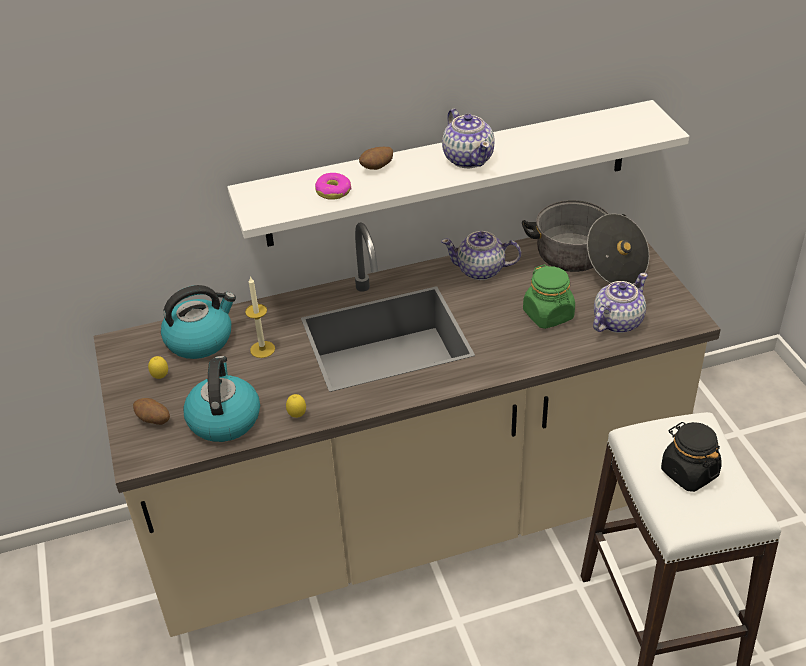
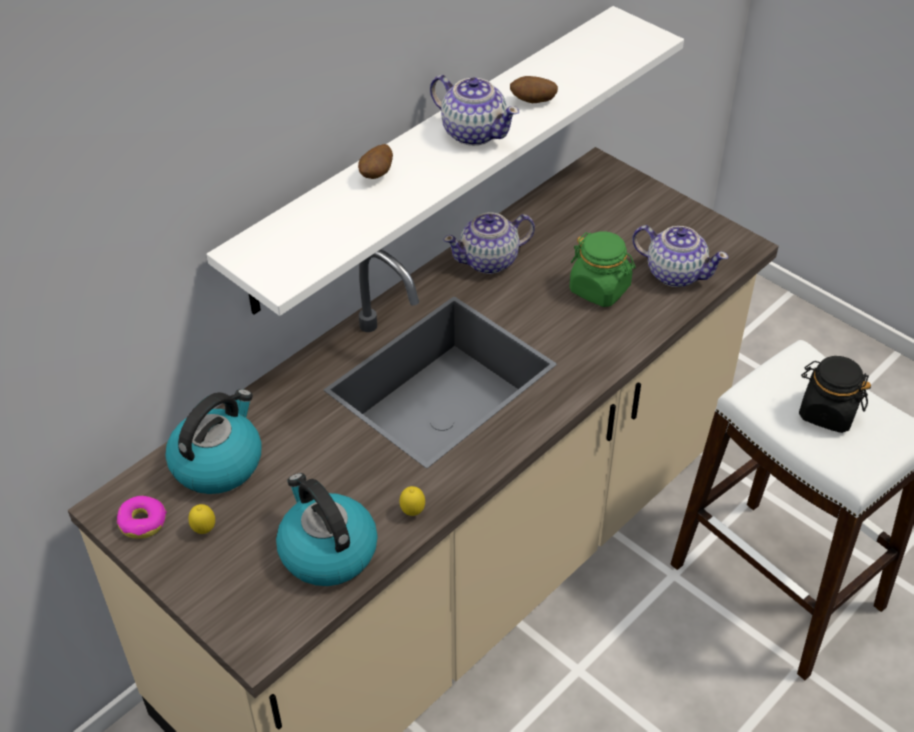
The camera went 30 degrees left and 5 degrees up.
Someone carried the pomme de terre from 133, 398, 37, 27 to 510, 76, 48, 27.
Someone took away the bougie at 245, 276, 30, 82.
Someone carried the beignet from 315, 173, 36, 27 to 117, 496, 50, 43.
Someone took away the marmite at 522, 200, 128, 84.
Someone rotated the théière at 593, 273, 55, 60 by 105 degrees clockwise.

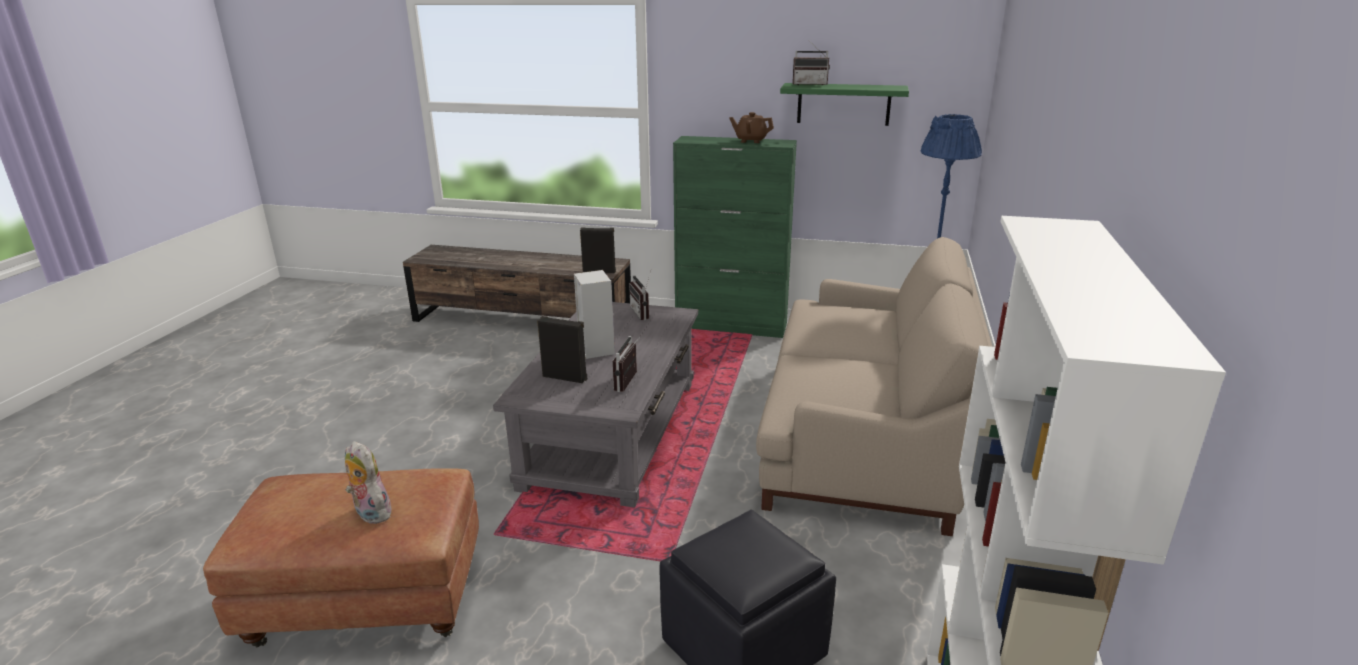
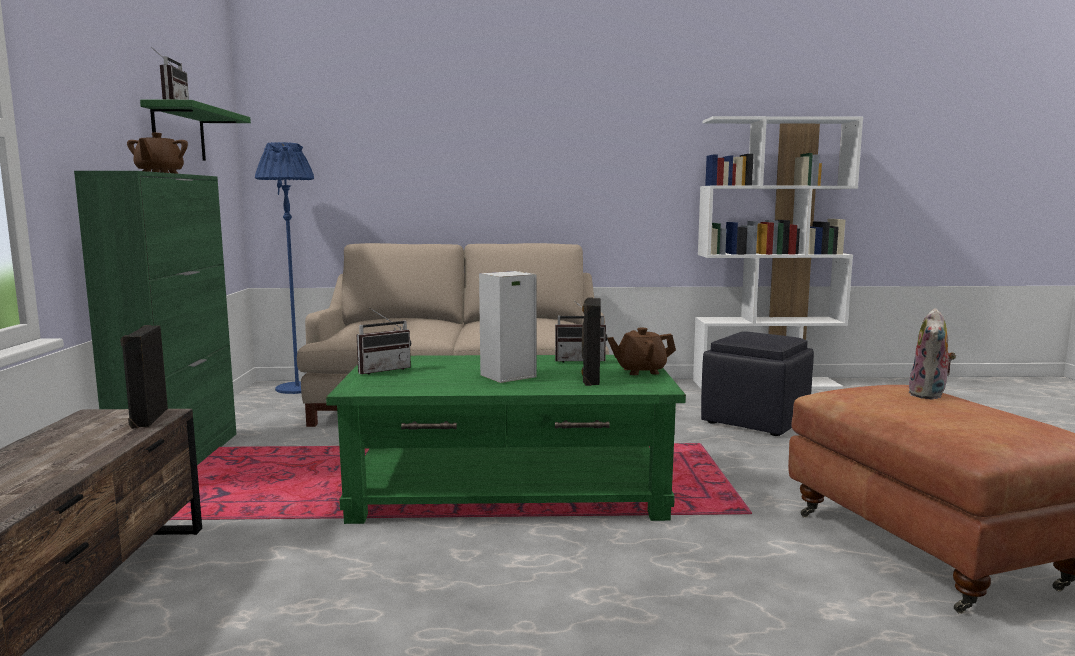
The camera went 105 degrees left and 15 degrees down.
Someone repainted the table basse [gris] at 493, 302, 205, 206, which became the table basse [vert] at 326, 355, 360, 169.
Someone put down the théière [marron] at 607, 328, 69, 47.

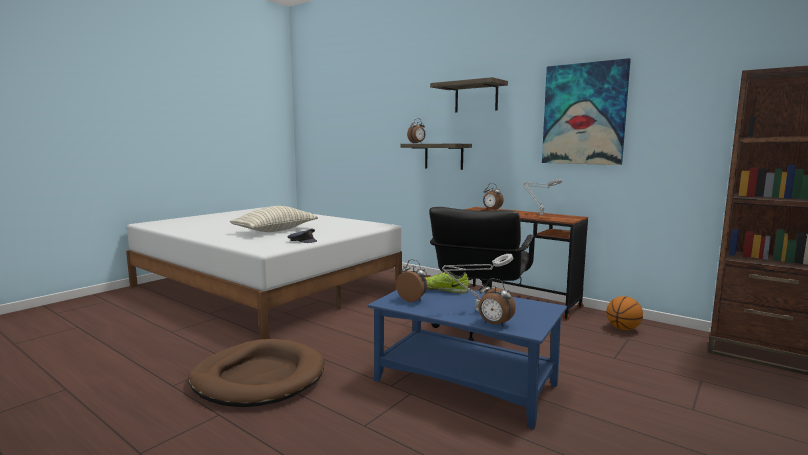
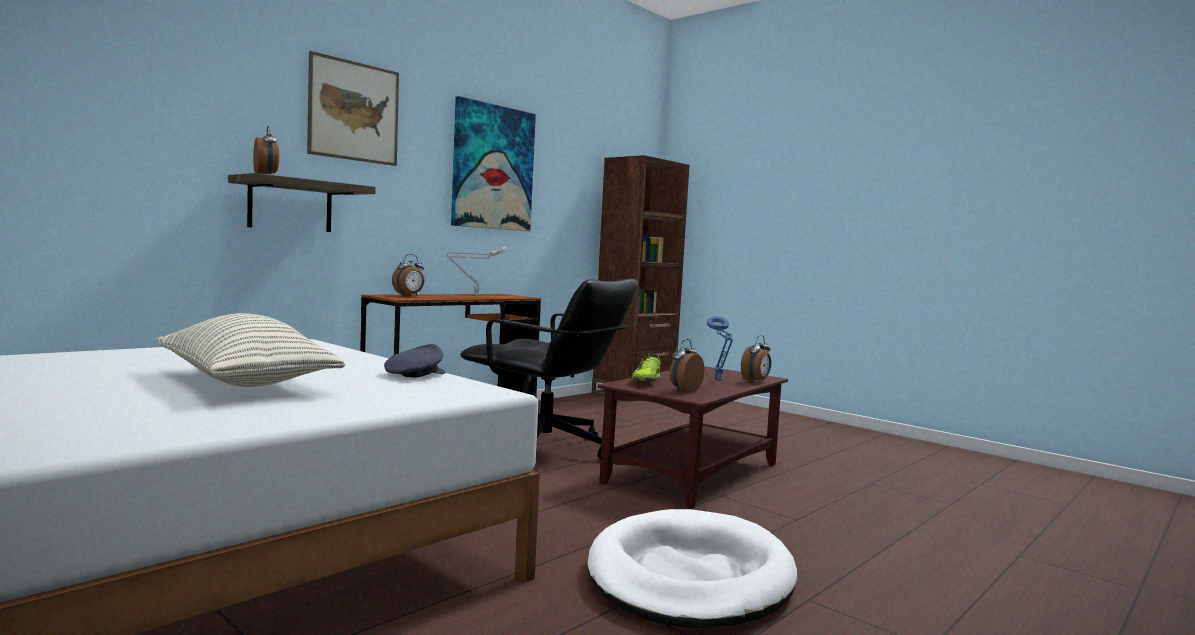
The camera went 85 degrees left and 5 degrees down.
Someone repainted the panier pour chien [marron] at 188, 339, 137, 68, which became the panier pour chien [blanc] at 587, 509, 210, 119.
Someone repainted the table basse [bleu] at 368, 289, 199, 140, which became the table basse [marron] at 598, 366, 190, 143.
Someone swapped the étagère at 430, 77, 78, 35 for the tableau at 307, 51, 92, 115.
Someone repainted the lampe de table [gris] at 442, 254, 71, 58, which became the lampe de table [bleu] at 707, 316, 26, 65.
Someone took away the ballon de basket at 606, 296, 37, 34.

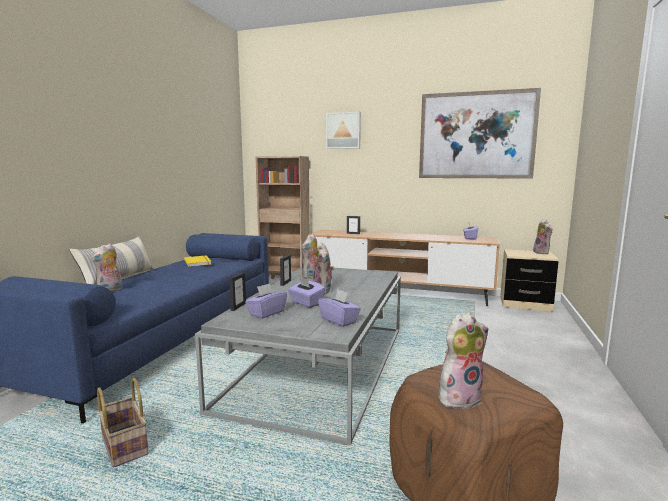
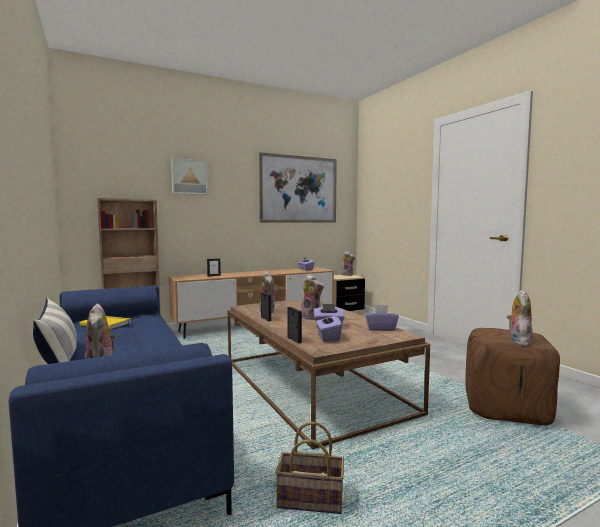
The camera went 45 degrees left and 5 degrees down.
Someone repainted the table basse [gris] at 195, 267, 206, 178, which became the table basse [marron] at 228, 299, 202, 151.

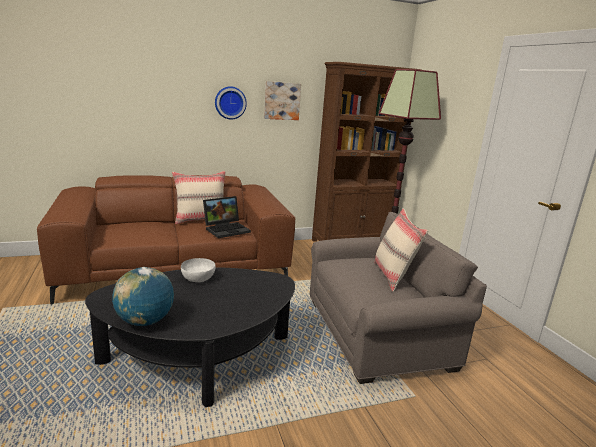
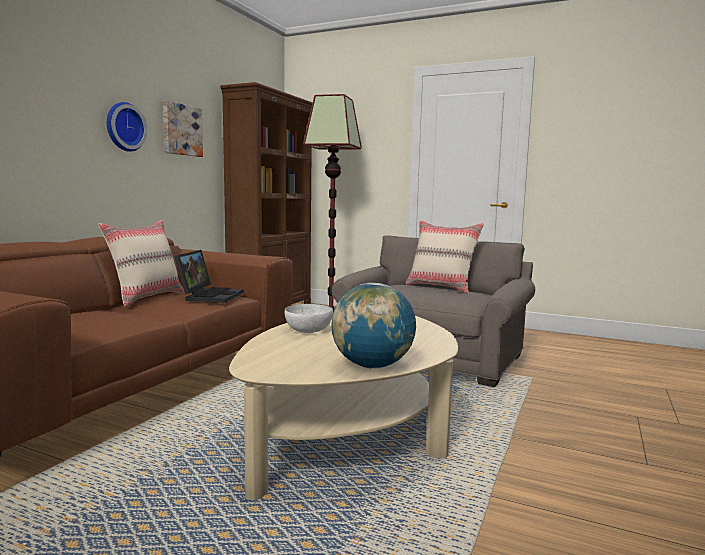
The camera went 45 degrees left and 10 degrees down.
Someone repainted the table basse [noir] at 85, 267, 210, 140, which became the table basse [beige] at 229, 316, 229, 185.

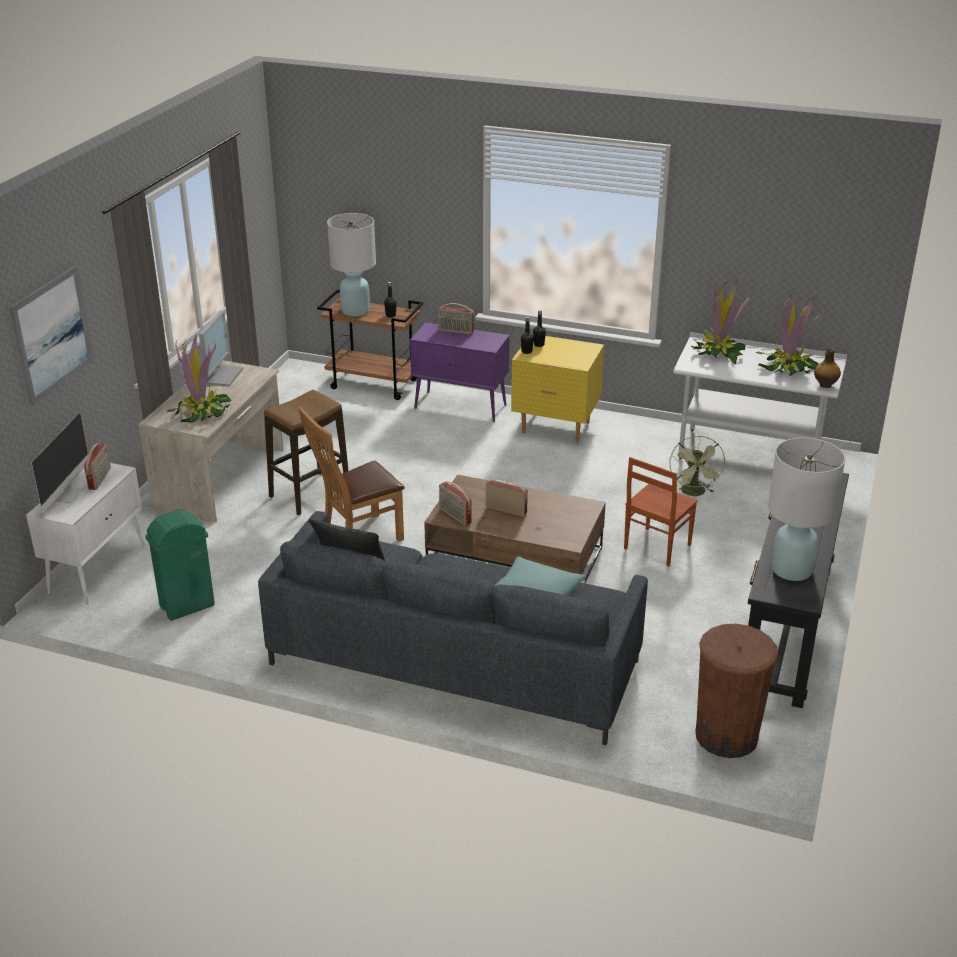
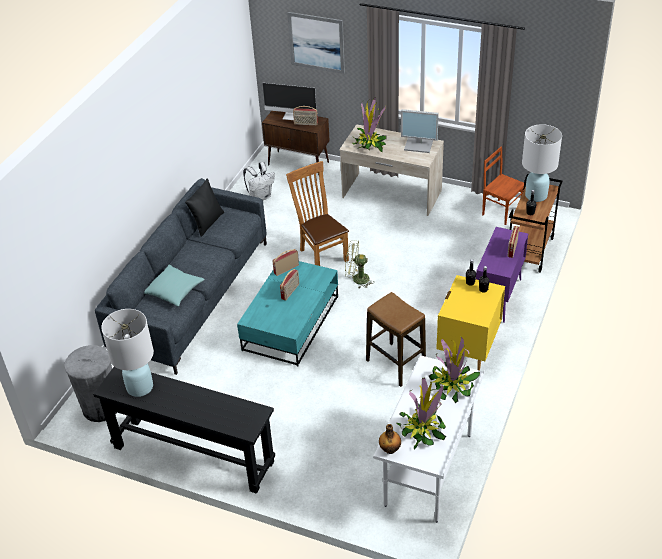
The camera went 95 degrees right and 10 degrees up.
Someone repainted the meuble de rangement [blanc] at 26, 463, 119, 141, which became the meuble de rangement [marron] at 262, 111, 68, 64.
Someone swapped the poubelle [vert] at 145, 510, 70, 111 for the sac à dos [blanc] at 243, 162, 32, 38.
Someone carried the tabouret from 264, 389, 85, 126 to 366, 292, 60, 95.
Someone repainted the table basse [marron] at 424, 475, 182, 108, which became the table basse [turquoise] at 237, 261, 101, 105.
Someone carried the chaise [marron] from 624, 457, 74, 109 to 482, 146, 42, 79.
Someone carried the ventilateur [vert] from 669, 436, 56, 60 to 345, 240, 28, 49.
Someone repainted the poubelle [marron] at 696, 624, 82, 134, which became the poubelle [gris] at 64, 345, 53, 77.

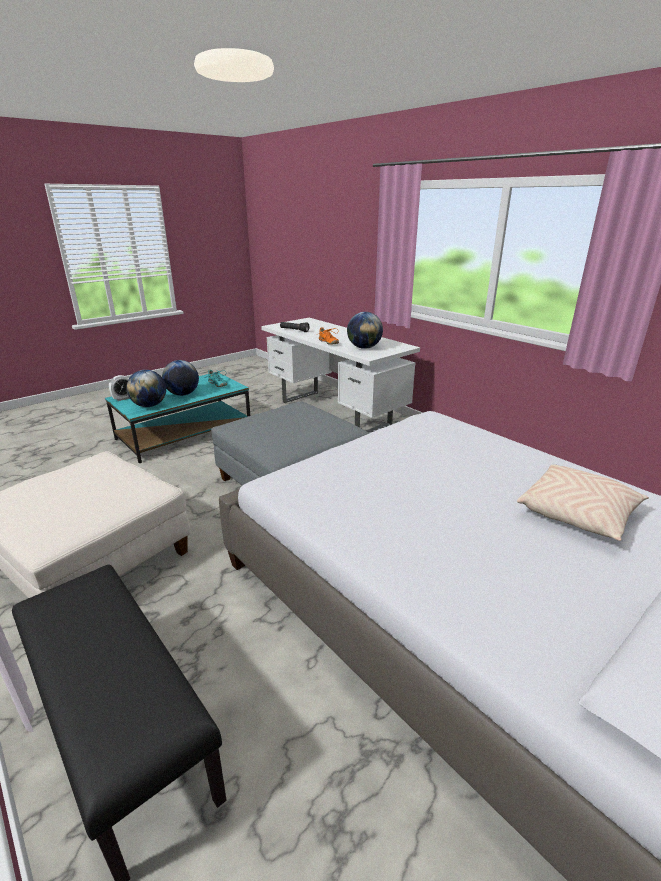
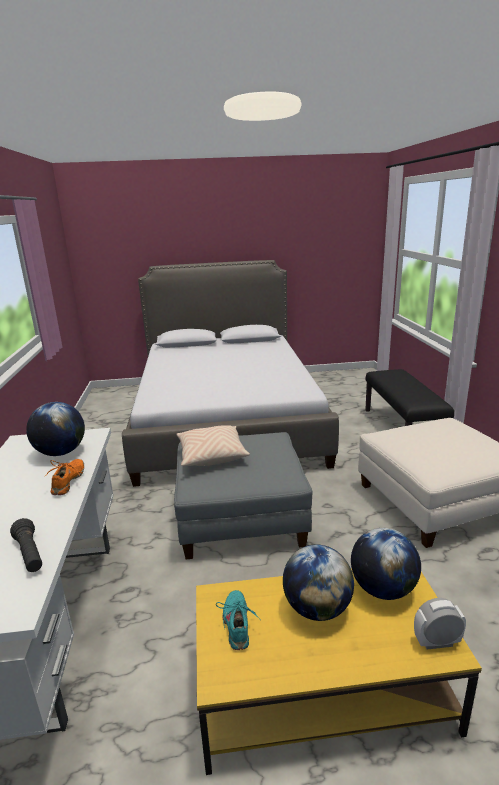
The camera went 145 degrees left and 5 degrees down.
Someone repainted the table basse [turquoise] at 105, 374, 145, 89, which became the table basse [jaune] at 196, 568, 286, 207.
Someone carried the coussin [beige] from 517, 464, 132, 77 to 176, 425, 74, 41.

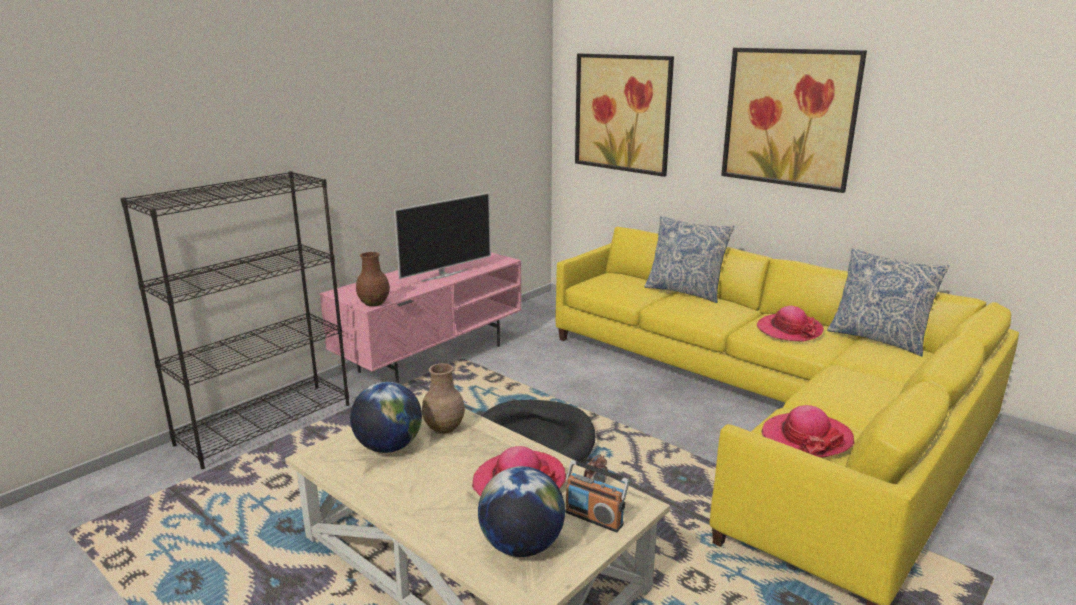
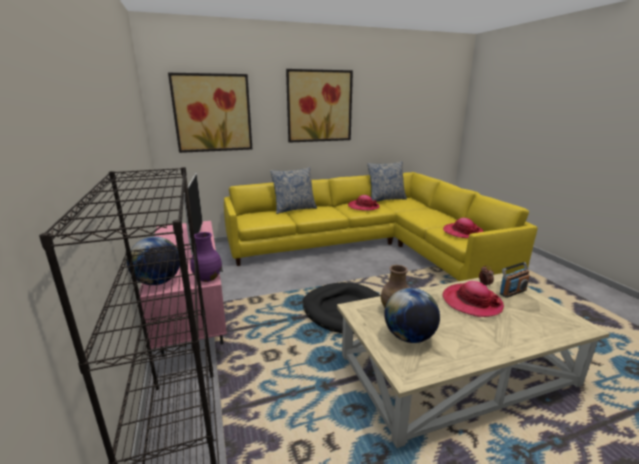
The camera went 60 degrees left and 0 degrees up.
Someone repainted the vase [marron] at 356, 252, 34, 55, which became the vase [violet] at 190, 232, 32, 50.
Someone carried the globe from 478, 466, 87, 91 to 127, 237, 53, 48.

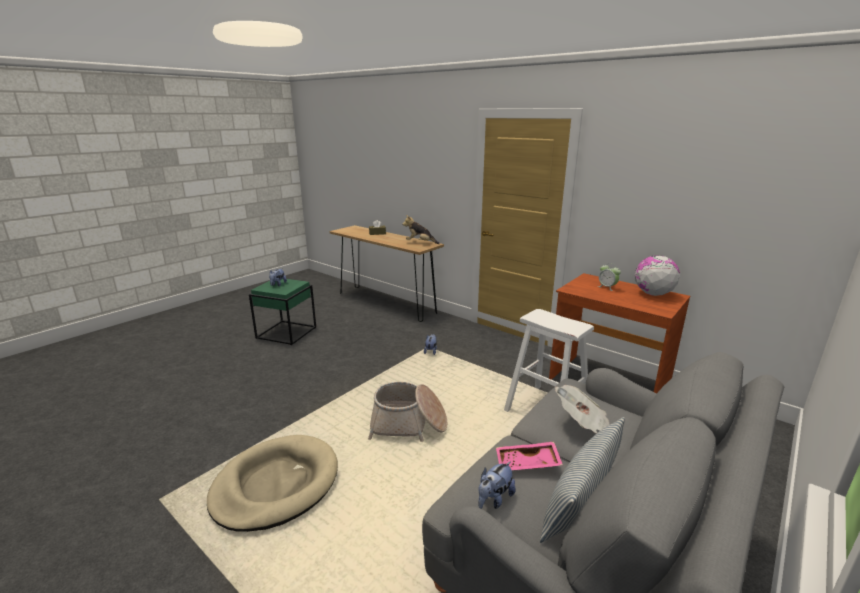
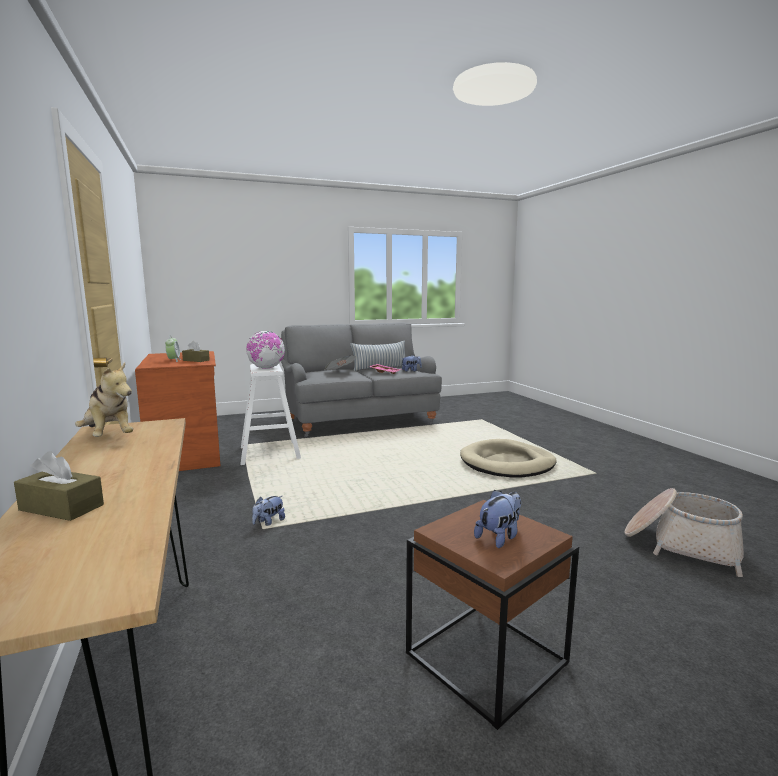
The camera went 150 degrees left and 10 degrees down.
Someone repainted the table d'appoint [vert] at 249, 279, 67, 66, which became the table d'appoint [marron] at 406, 500, 173, 230.
Someone carried the panier from 368, 382, 79, 60 to 624, 488, 120, 89.
Someone carried the globe from 635, 255, 45, 41 to 246, 331, 39, 38.
Someone put down the boîte à mouchoirs [marron] at 182, 341, 28, 21.

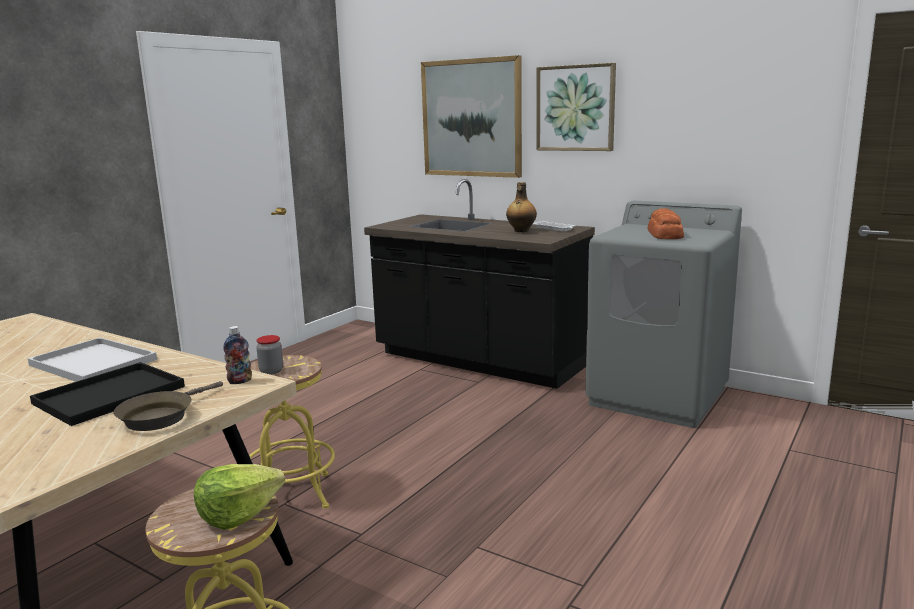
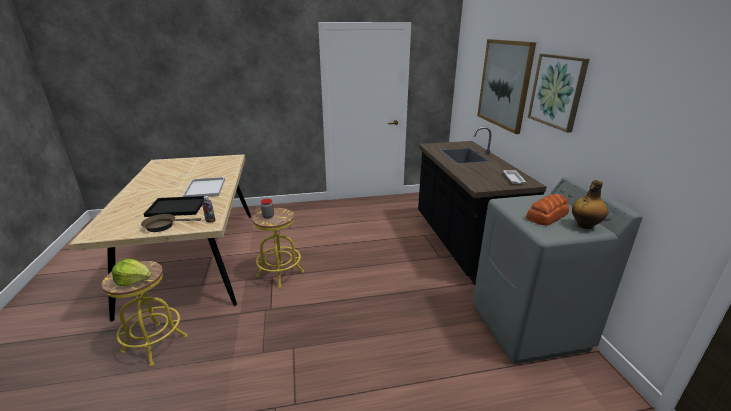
The camera went 45 degrees right and 10 degrees up.
Someone carried the bouteille from 506, 182, 31, 50 to 572, 180, 36, 49.

